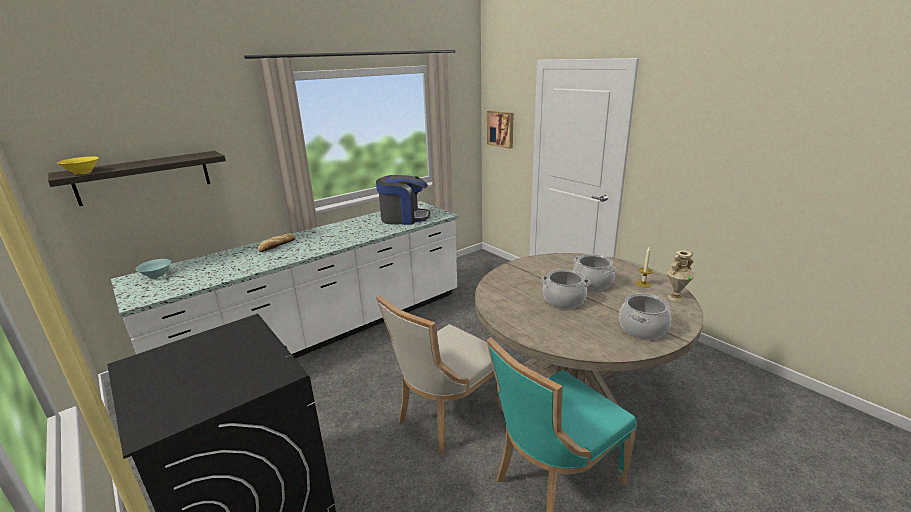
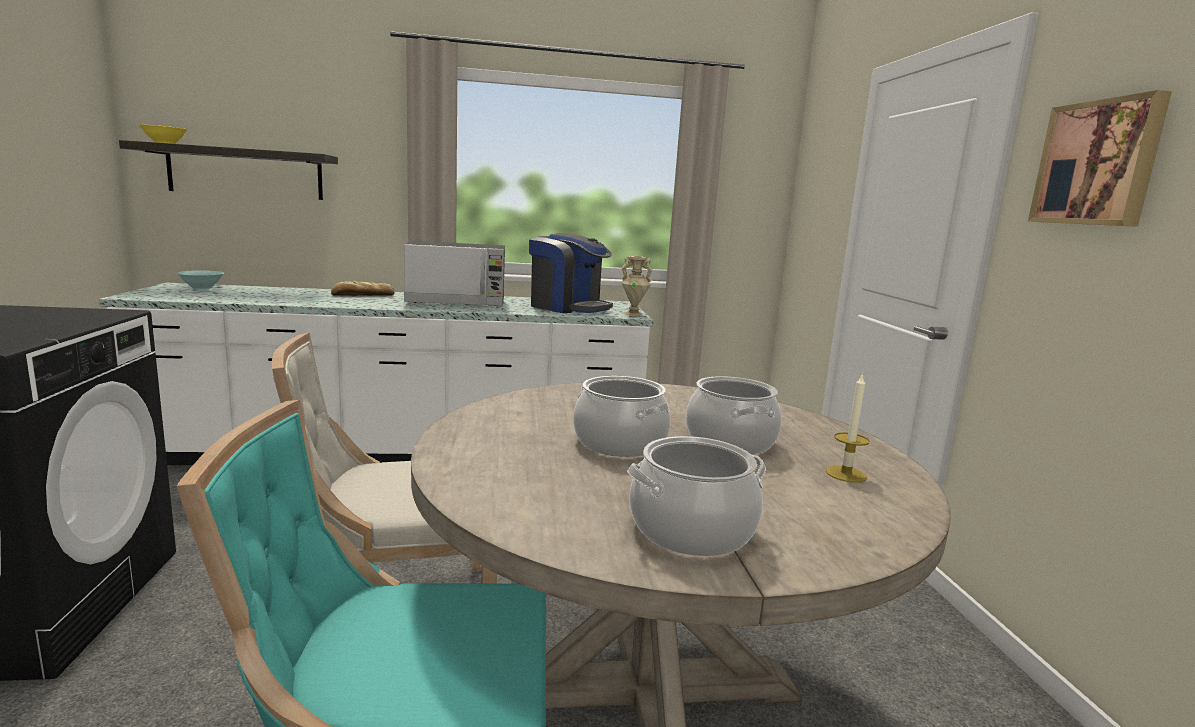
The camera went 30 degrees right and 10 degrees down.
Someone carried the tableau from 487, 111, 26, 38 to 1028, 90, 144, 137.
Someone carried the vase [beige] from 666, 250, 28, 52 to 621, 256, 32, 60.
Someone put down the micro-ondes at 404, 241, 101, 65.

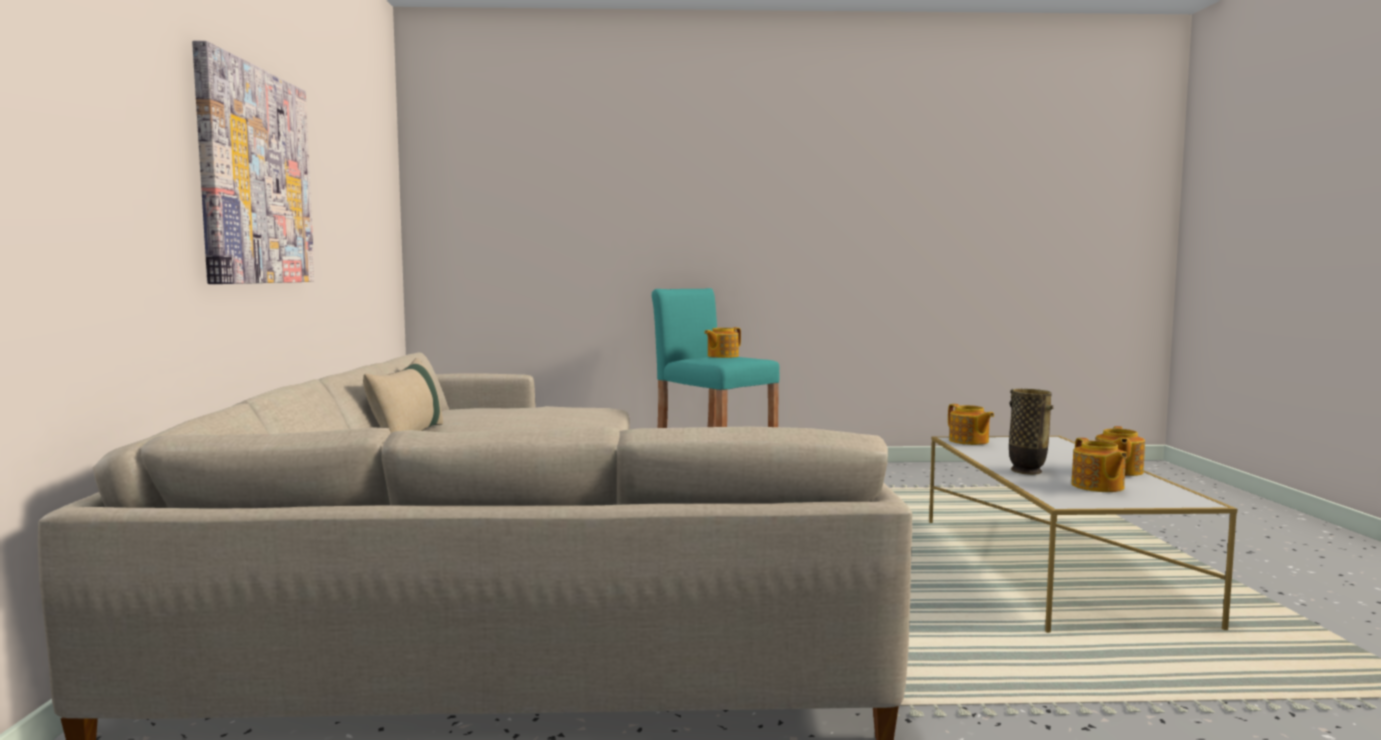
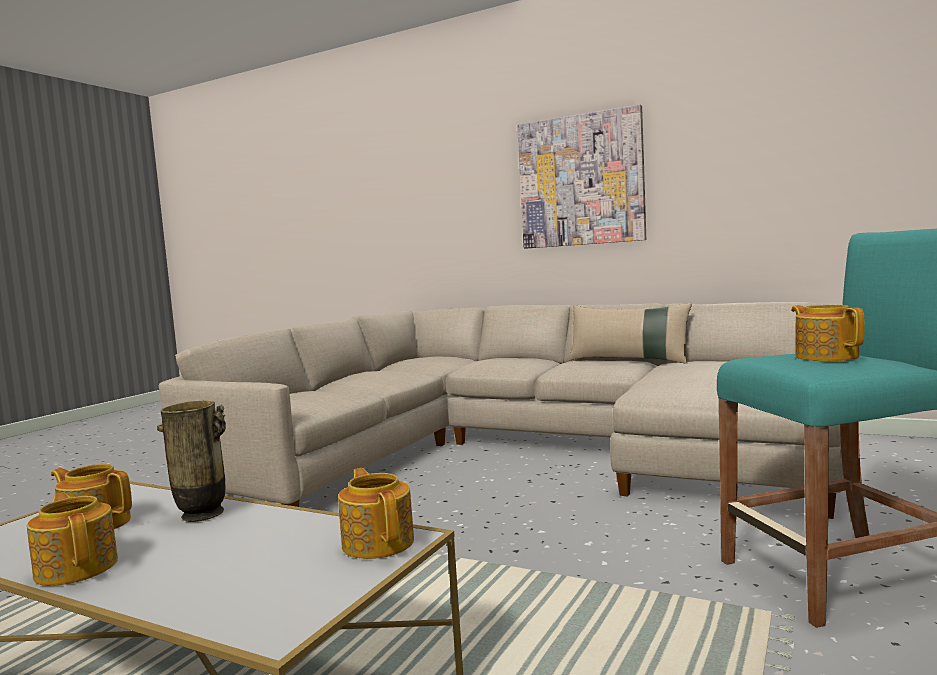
The camera went 120 degrees right and 0 degrees up.
Someone rotated the théière at 948, 404, 46, 41 by 60 degrees clockwise.

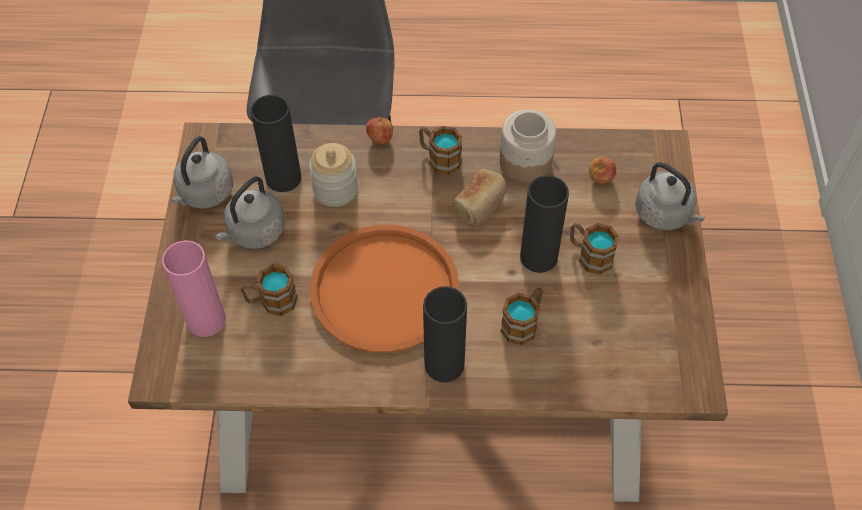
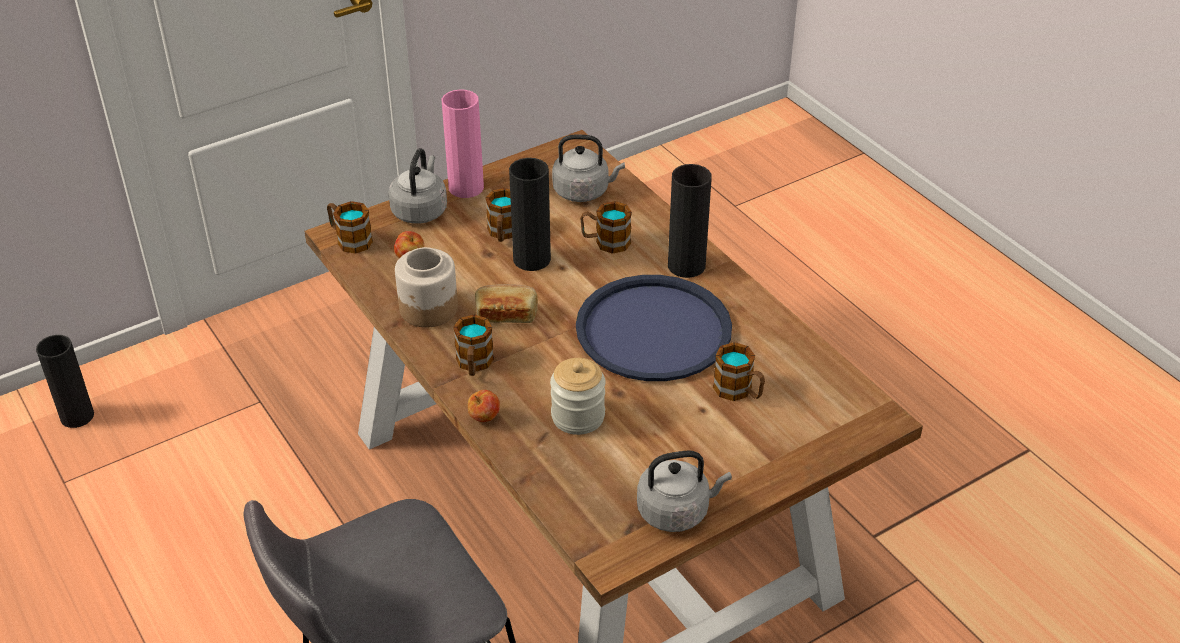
The camera went 125 degrees left and 15 degrees down.
Someone carried the vase [rose] from 162, 240, 64, 97 to 441, 90, 43, 108.
Someone carried the bouilloire [gris] from 215, 176, 70, 73 to 552, 135, 73, 67.
Someone carried the vase [noir] from 251, 95, 50, 97 to 36, 335, 58, 93.
Someone repainted the plateau [orange] at 310, 225, 149, 128, which became the plateau [bleu] at 576, 275, 156, 106.
Someone put down the mug at 327, 201, 46, 53.

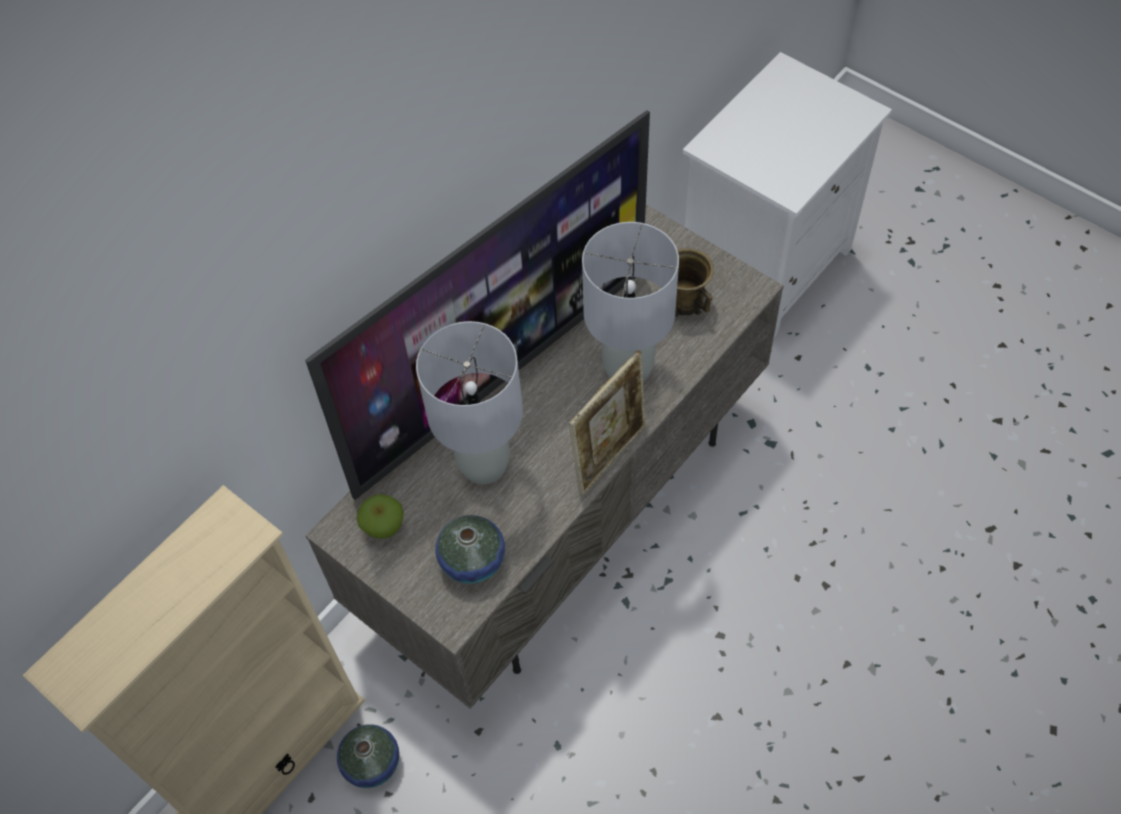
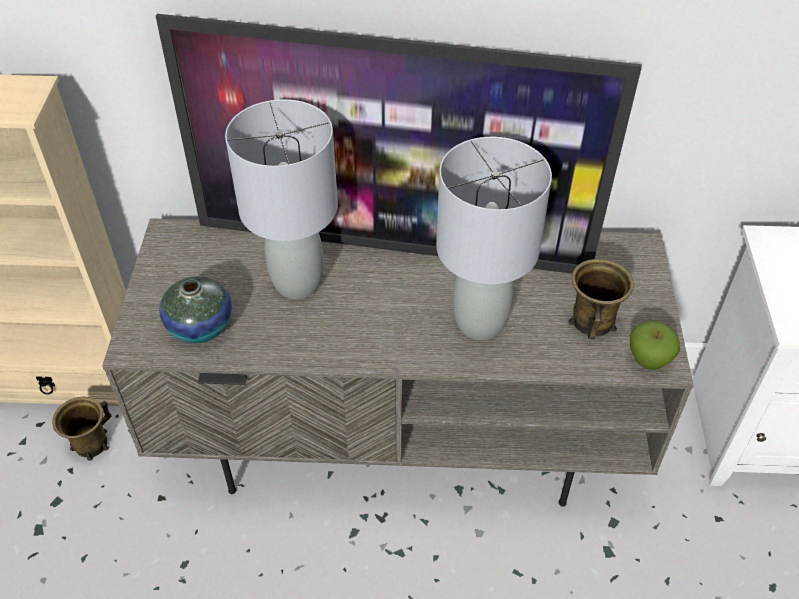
The camera went 50 degrees right and 10 degrees down.
Someone swapped the vase at 337, 724, 62, 64 for the mug [marron] at 52, 397, 60, 64.
Someone carried the pomme from 357, 494, 47, 45 to 630, 321, 50, 49.
Someone took away the cadre photo at 569, 350, 77, 145.

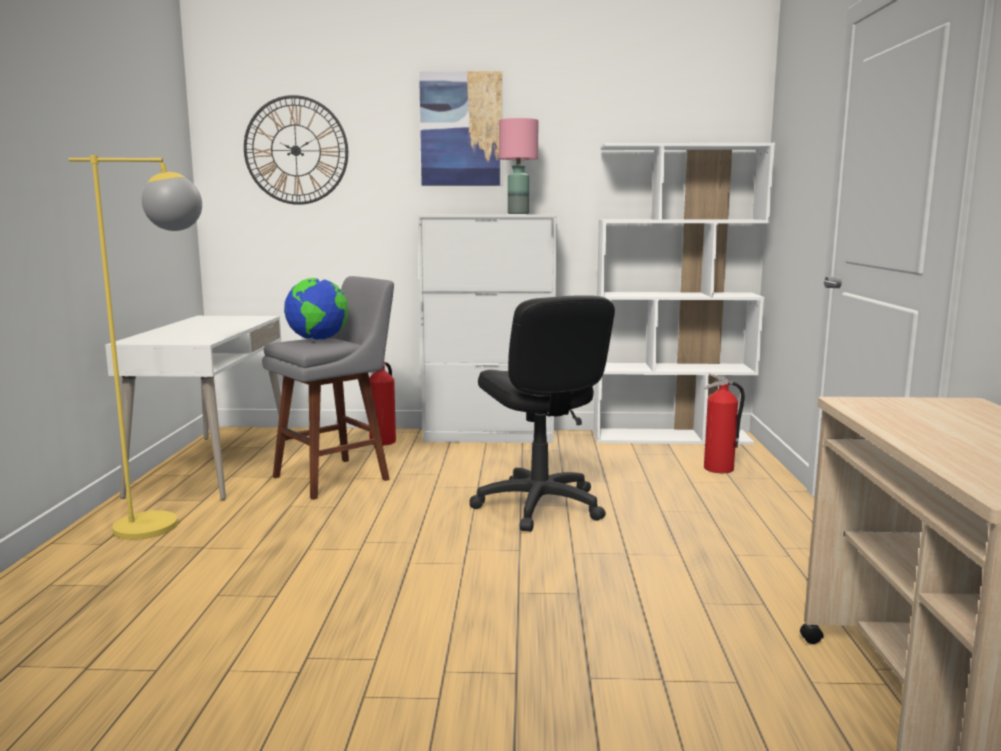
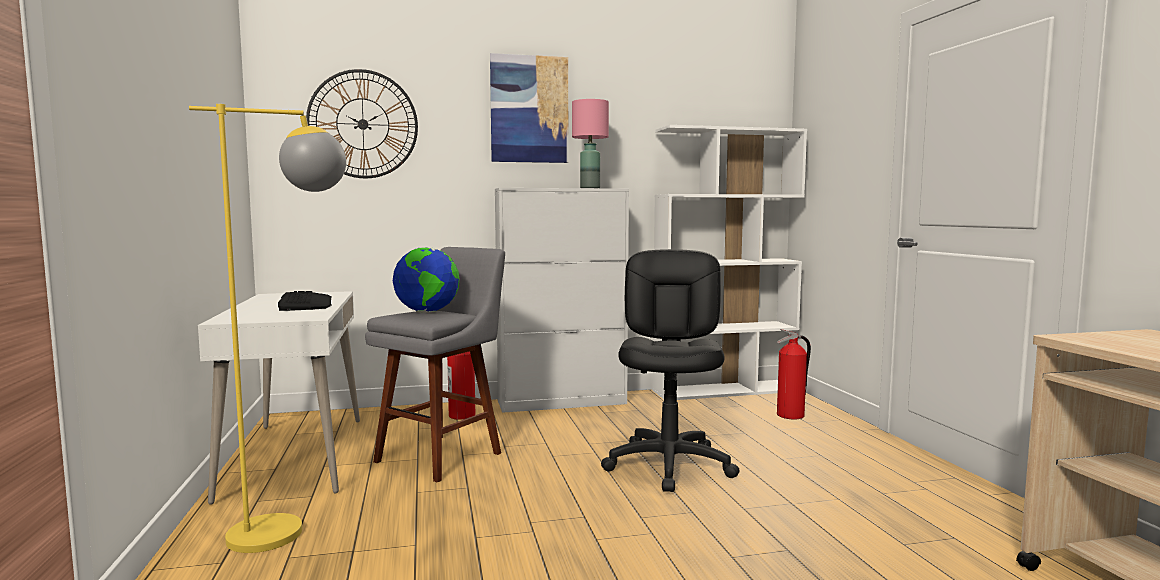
The camera went 15 degrees left and 5 degrees down.
Someone rotated the chaise de bureau [noir] at 469, 295, 146, 237 by 135 degrees counterclockwise.
Someone put down the clavier at 278, 291, 54, 20.

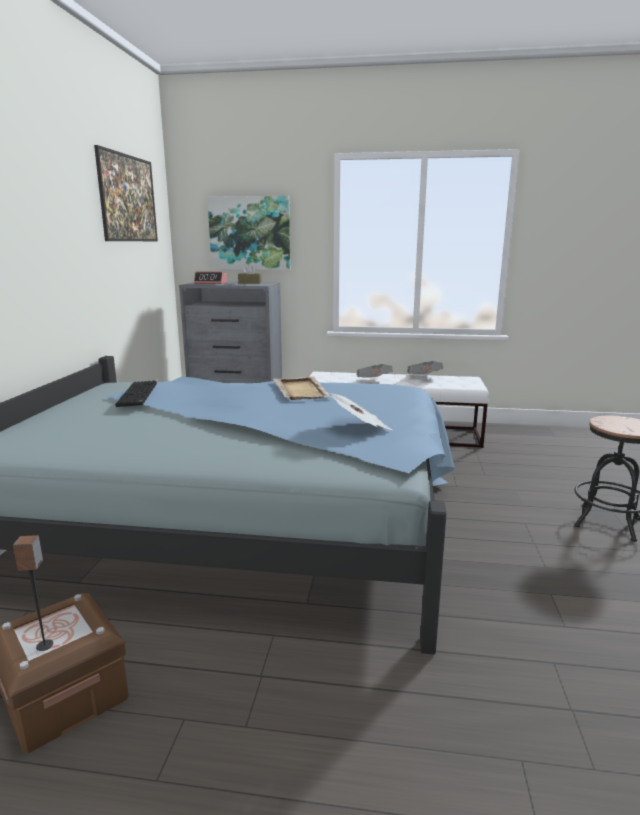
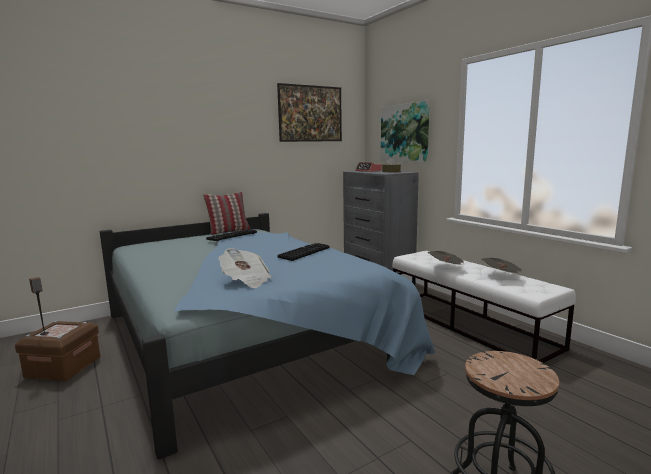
The camera went 50 degrees right and 5 degrees down.
Someone swapped the plateau [beige] at 273, 376, 56, 24 for the clavier at 278, 243, 51, 18.
Someone put down the coussin at 203, 192, 47, 43.

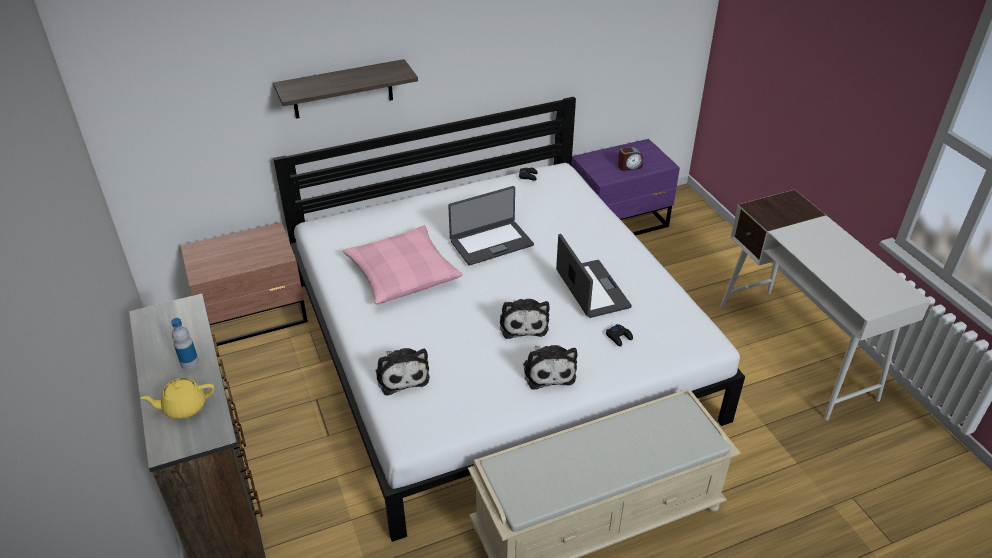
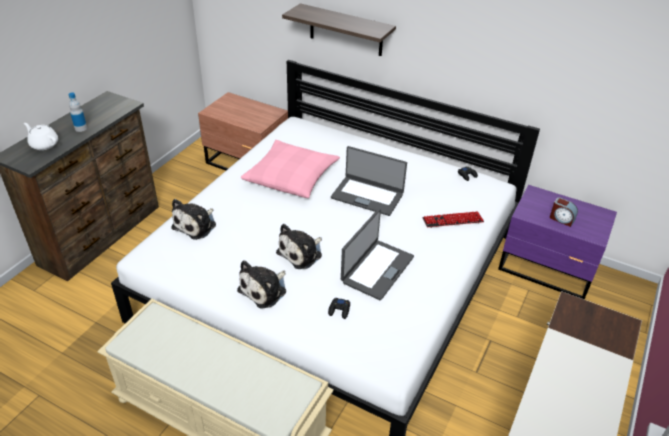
The camera went 50 degrees right and 0 degrees up.
Someone repainted the théière [jaune] at 140, 378, 75, 41, which became the théière [blanc] at 24, 123, 34, 27.
Someone put down the clavier at 422, 211, 62, 17.

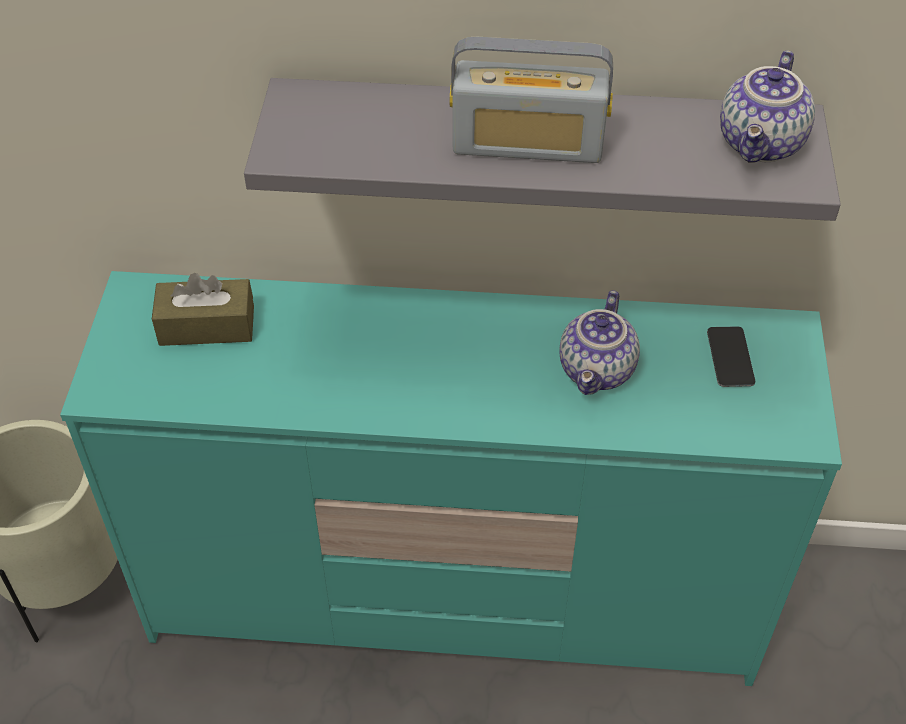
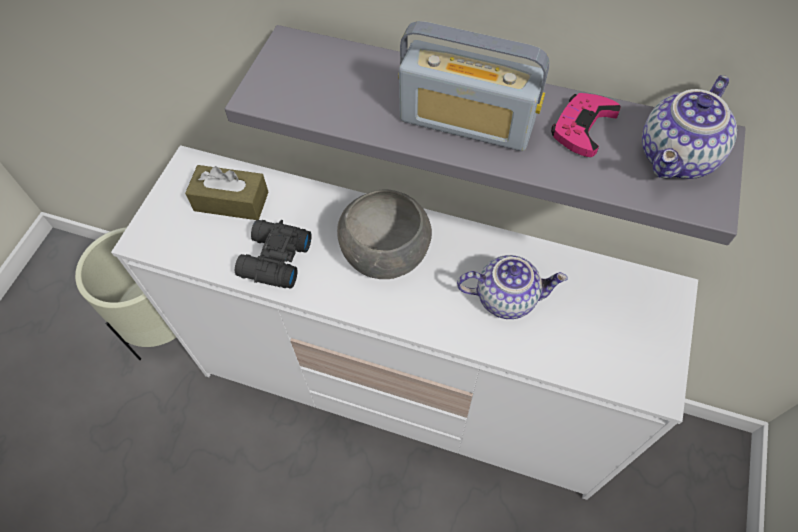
The camera went 15 degrees right and 10 degrees up.
Someone repainted the commode [turquoise] at 60, 271, 782, 415, which became the commode [blanc] at 111, 145, 587, 355.
Someone rotated the théière at 559, 290, 81, 105 by 120 degrees counterclockwise.
Someone took away the téléphone at 707, 326, 48, 61.
Someone put down the jumelles [noir] at 235, 220, 77, 69.
Someone put down the bol [gris] at 337, 189, 95, 90.
Someone put down the manette [rose] at 551, 93, 70, 64.

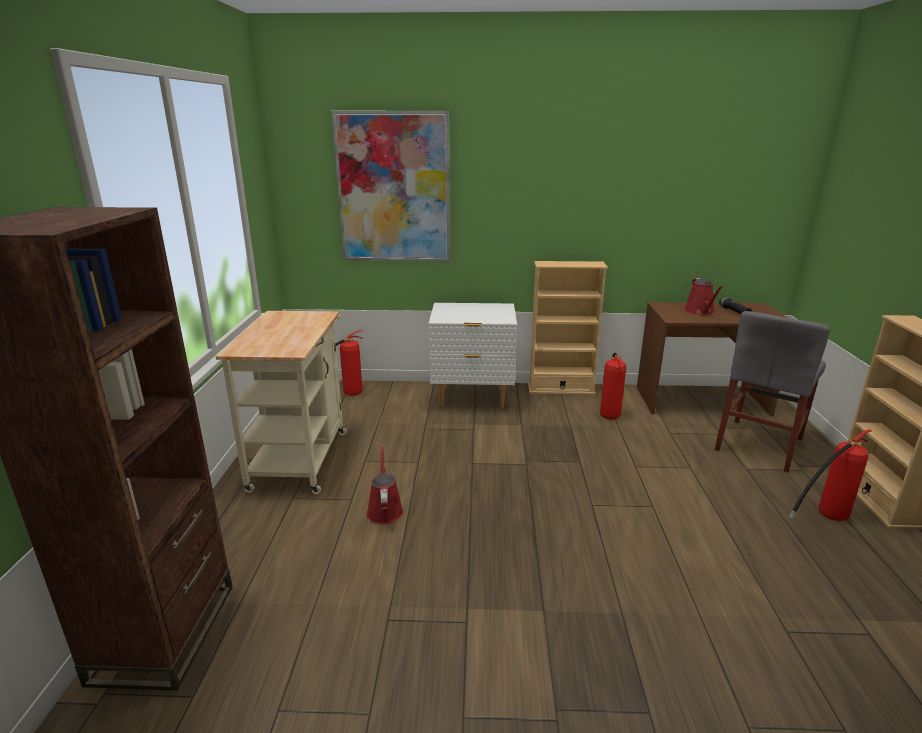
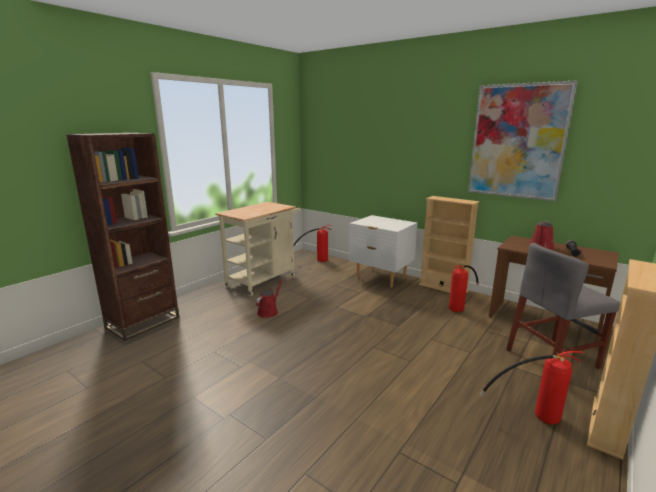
The camera went 35 degrees right and 5 degrees down.
Someone carried the tableau from 332, 111, 118, 150 to 468, 80, 110, 121.

